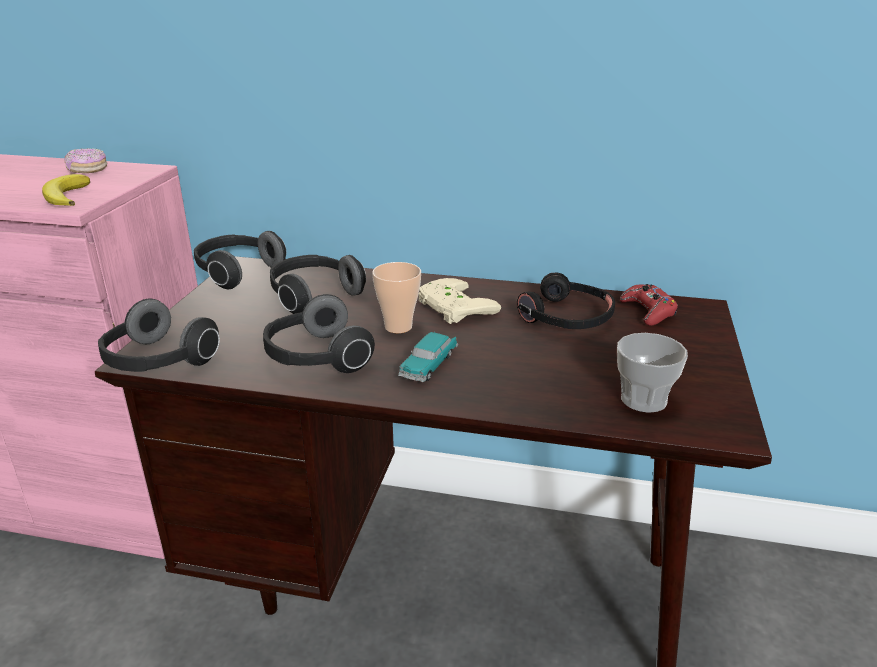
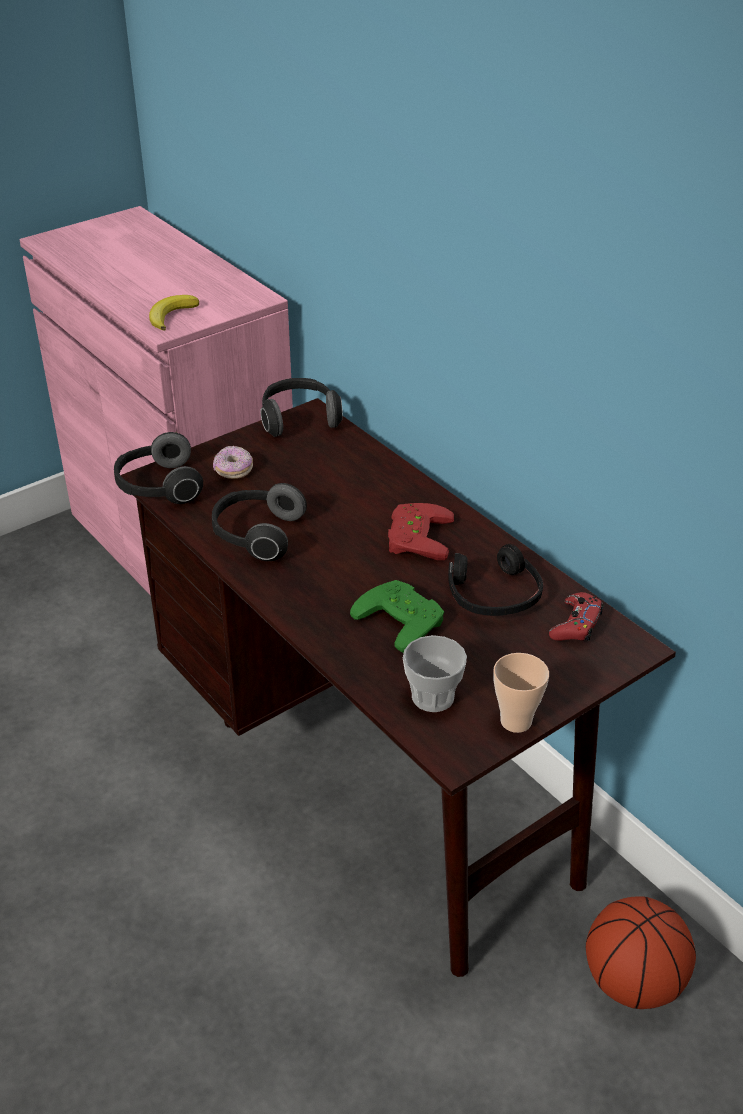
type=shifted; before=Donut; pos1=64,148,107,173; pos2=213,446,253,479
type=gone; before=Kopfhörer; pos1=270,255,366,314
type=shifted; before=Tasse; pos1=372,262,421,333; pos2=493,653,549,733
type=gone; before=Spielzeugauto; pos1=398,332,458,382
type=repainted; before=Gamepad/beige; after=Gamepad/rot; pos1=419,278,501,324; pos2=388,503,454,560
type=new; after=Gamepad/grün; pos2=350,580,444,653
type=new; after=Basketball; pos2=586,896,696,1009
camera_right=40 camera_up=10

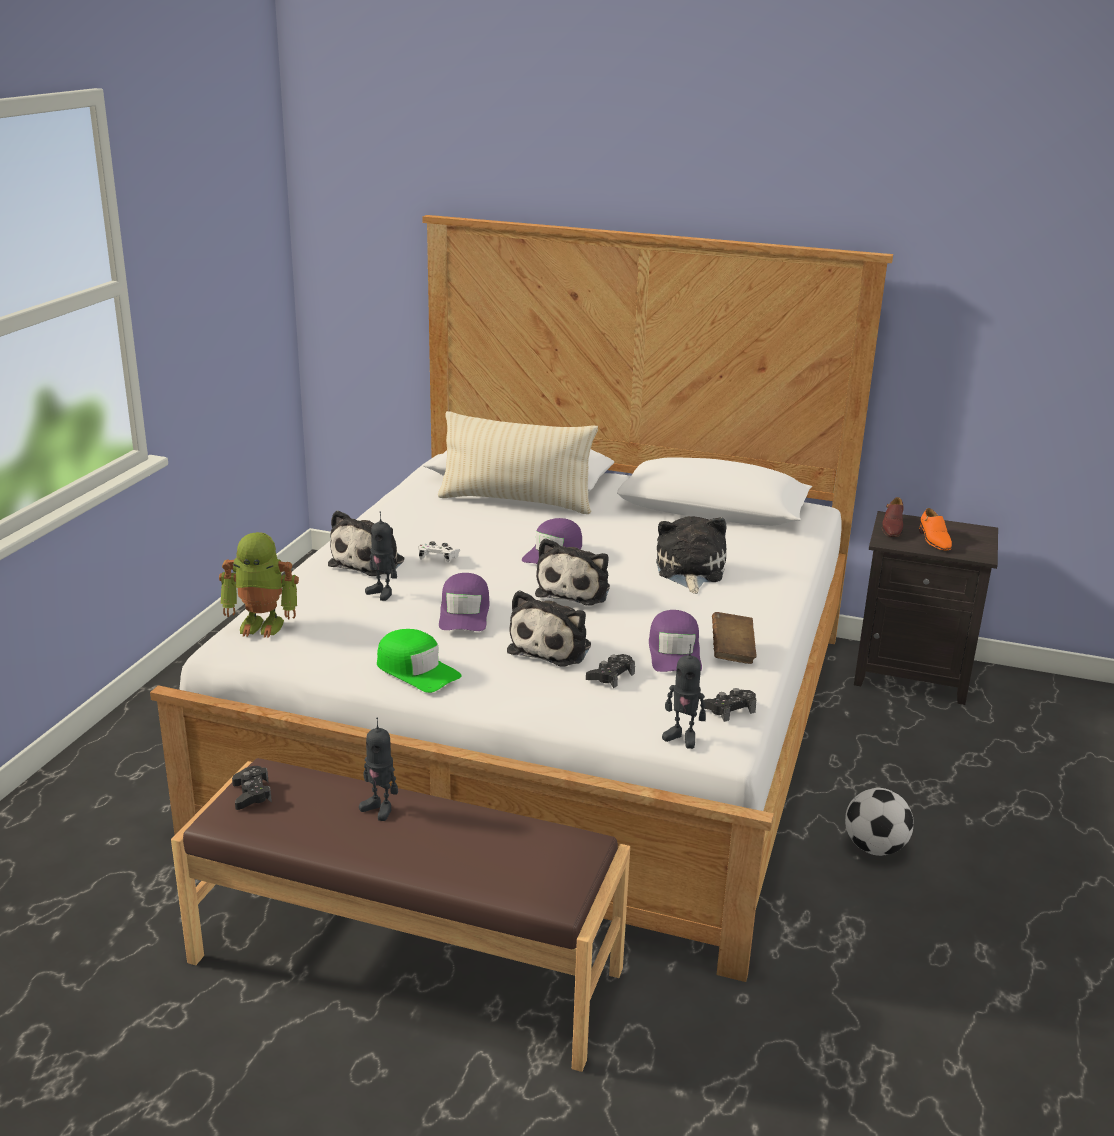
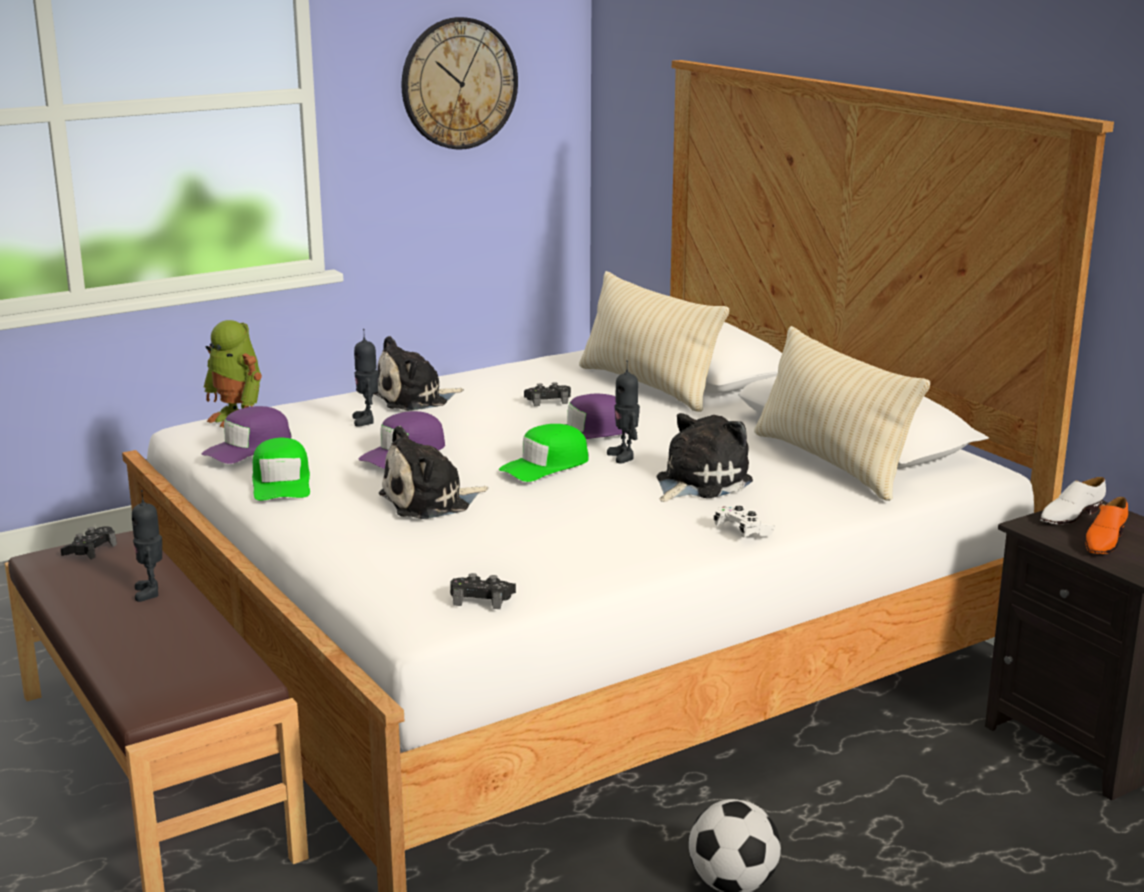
type=shifted; before=Gamepad/weiß; pos1=418,541,460,563; pos2=714,506,775,538
type=swapped; before=Plüschtier; after=Kappe/grün; pos1=535,538,610,605; pos2=499,424,589,482
type=shifted; before=Gamepad/schwarz; pos1=586,654,635,688; pos2=524,382,571,406
type=shifted; before=Kappe/lila; pos1=649,610,702,672; pos2=202,406,291,464
type=shifted; before=Spielzeugroboter; pos1=662,644,706,749; pos2=607,360,640,464
type=gone; before=Buch/braun; pos1=712,612,757,664
type=repainted; before=Schuh/braun; after=Schuh/weiß; pos1=882,497,903,537; pos2=1040,477,1106,524
type=new; after=Wanduhr; pos2=401,17,518,150
type=new; after=Kissen/beige; pos2=754,326,930,501
camera_right=40 camera_up=-5

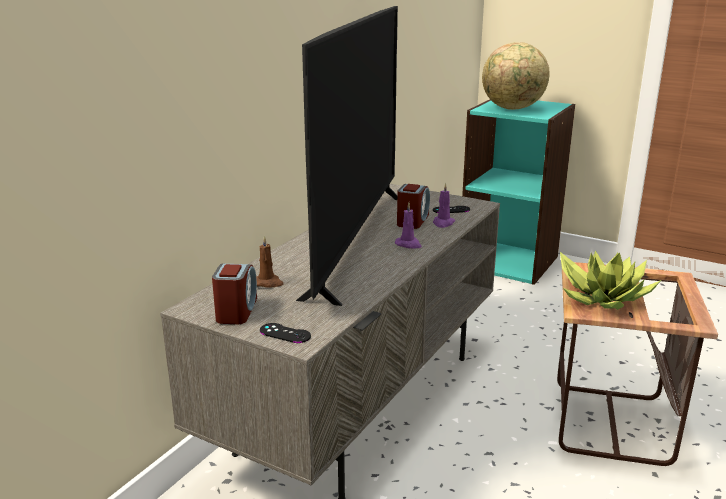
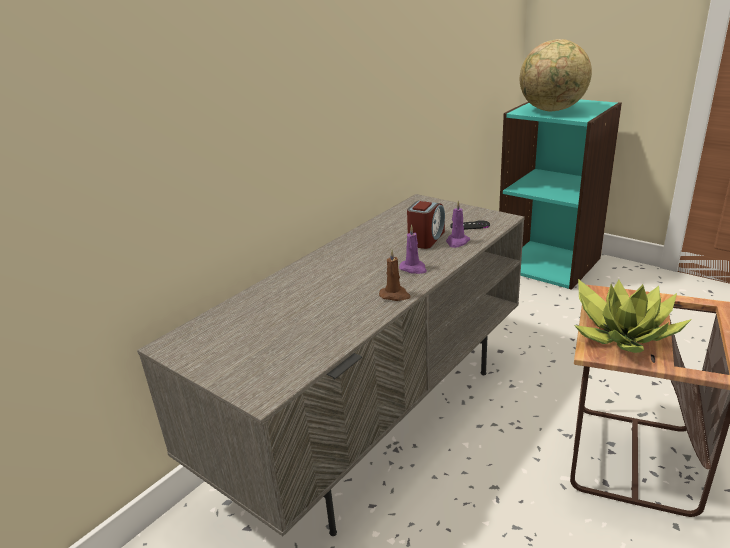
type=gone; before=Wecker; pos1=212,264,257,324
type=shifted; before=Kerze/braun; pos1=256,235,284,288; pos2=379,250,411,301
type=gone; before=Gamepad/schwarz; pos1=260,323,311,343
type=gone; before=Fernseher; pos1=296,6,398,306
camera_right=10 camera_up=5

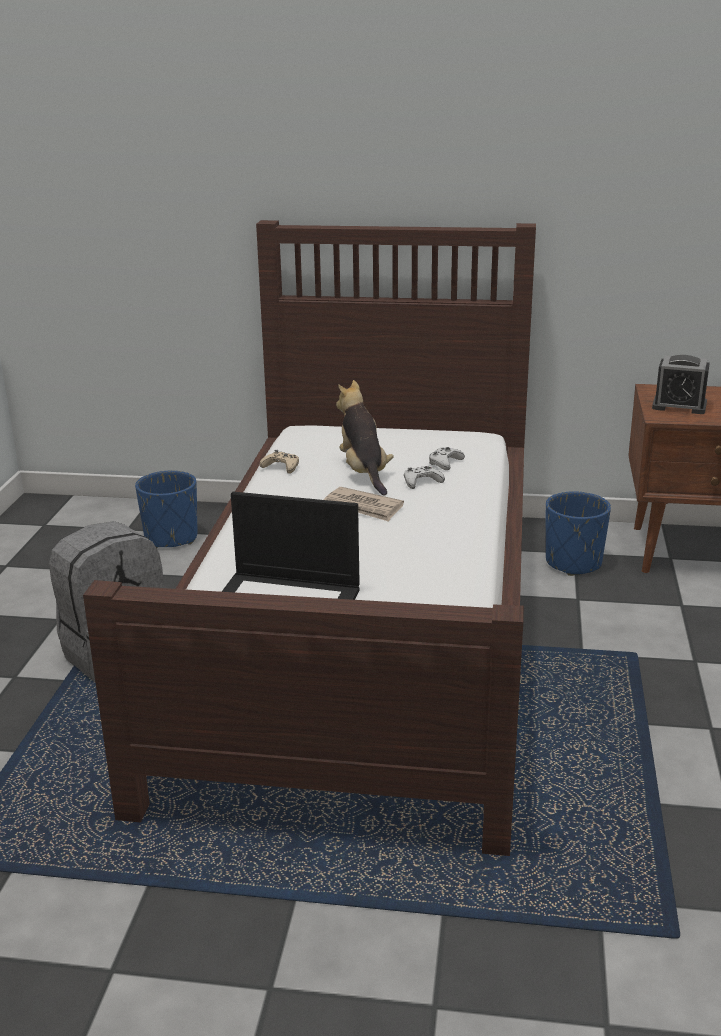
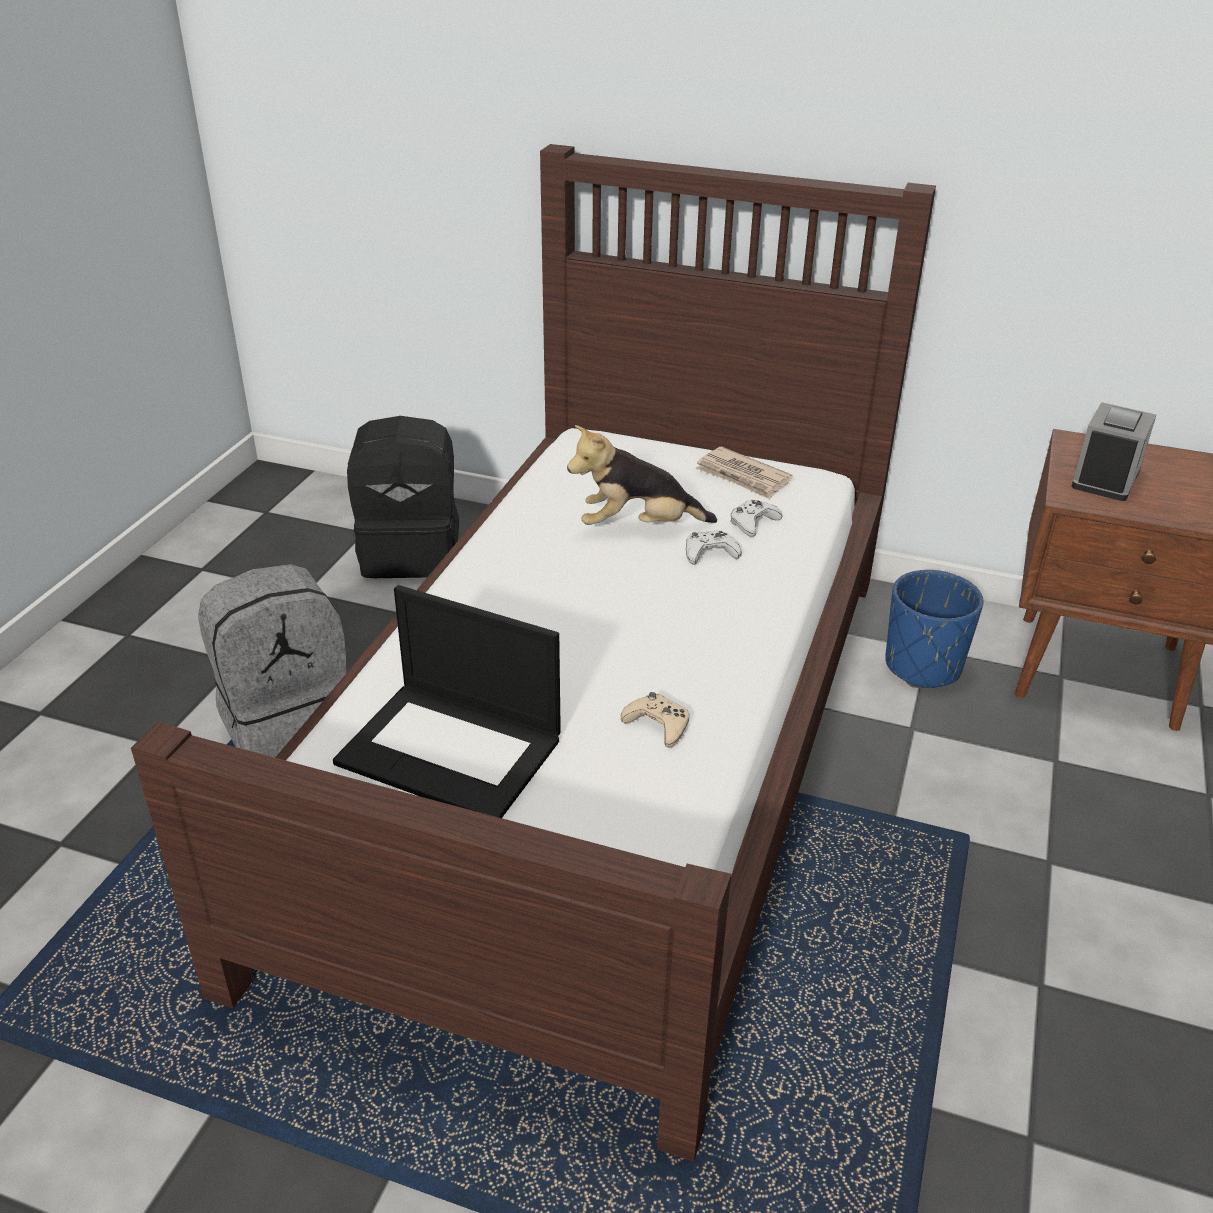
type=swapped; before=Pflanzkübel/blau; after=Rucksack/schwarz; pos1=135,471,198,548; pos2=347,416,459,578
type=shifted; before=Gamepad/beige; pos1=260,450,299,474; pos2=621,692,689,748
type=shifted; before=Zeitung; pos1=324,487,404,522; pos2=695,447,792,500
type=rotated; before=Plüschtier; pos1=336,380,394,496; pos2=567,425,717,525; turn=-90
type=rotated; before=Wecker; pos1=652,355,710,414; pos2=1072,402,1156,501; turn=-90
camera_right=10 camera_up=10

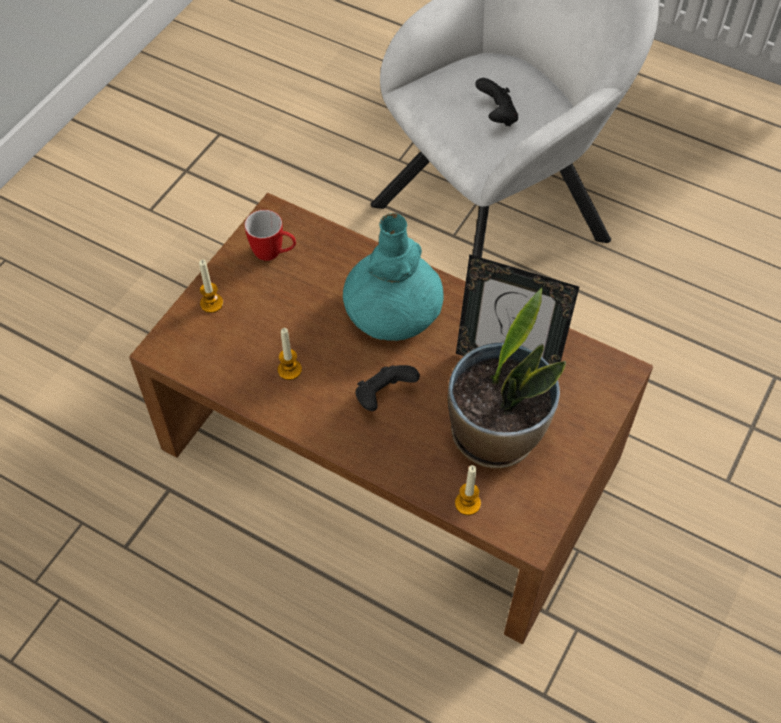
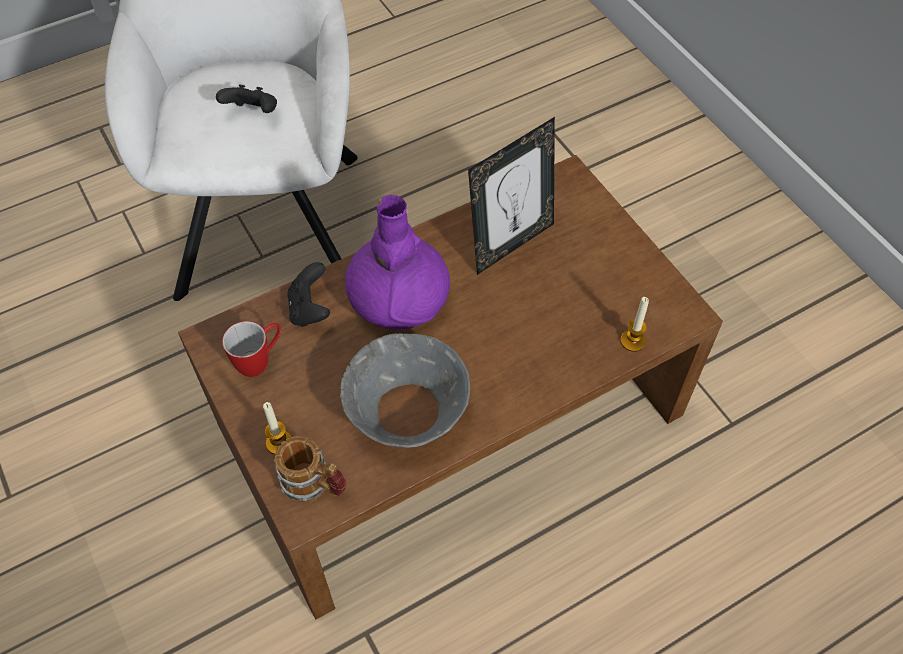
type=swapped; before=Kerze; after=Schüssel/grau; pos1=278,328,302,380; pos2=340,333,470,448
type=repainted; before=Vase/türkis; after=Vase/lila; pos1=343,213,444,341; pos2=345,195,450,330
type=shifted; before=Gamepad/schwarz; pos1=355,365,420,411; pos2=288,262,330,327
type=gone; before=Topfpflanze; pos1=448,288,566,469
type=new; after=Henkelbecher; pos2=274,436,347,503
camera_right=-60 camera_up=0

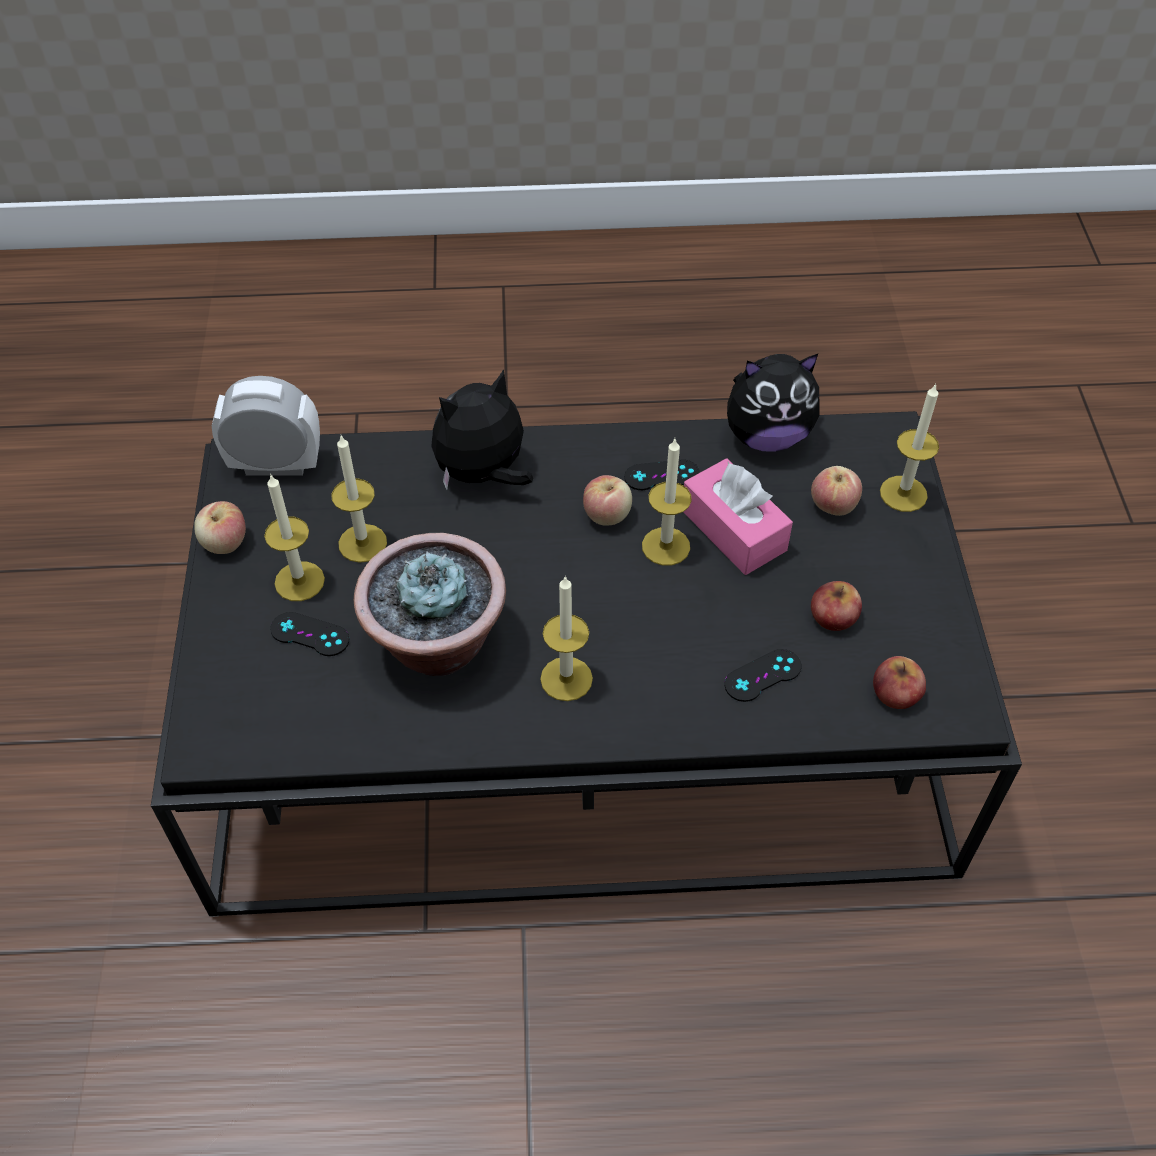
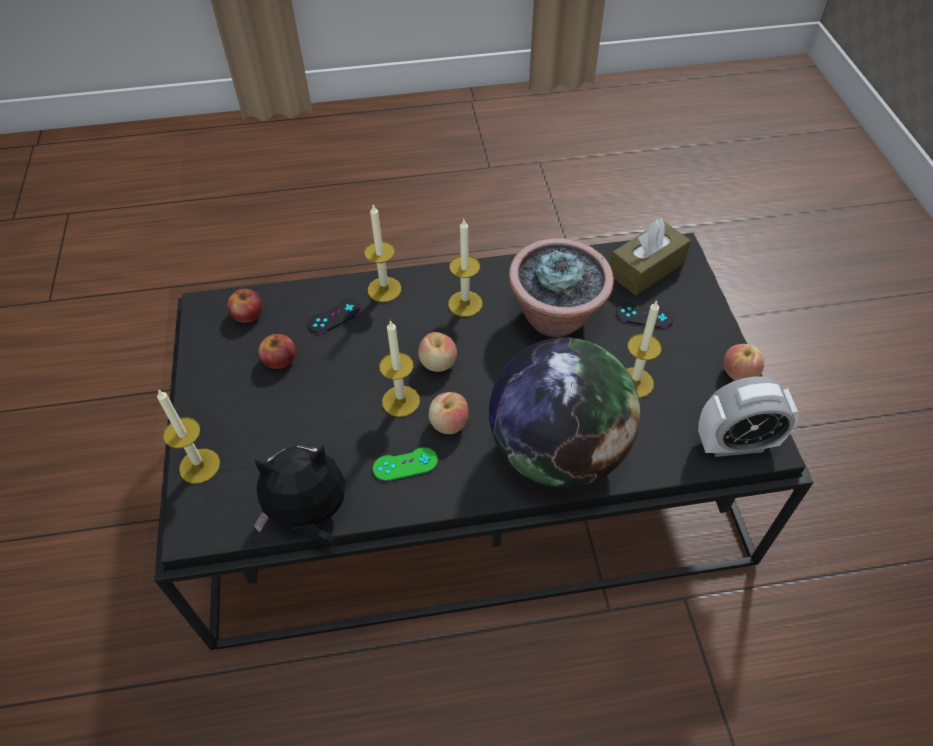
type=shifted; before=Kerze; pos1=264,474,325,601; pos2=364,205,401,302
type=swapped; before=Plüschtier; after=Globus; pos1=431,369,533,490; pos2=489,337,640,488
type=repainted; before=Gamepad/schwarz; after=Gamepad/grün; pos1=624,460,700,490; pos2=373,448,438,481
type=gone; before=Taschentuchbox/rosa; pos1=684,458,793,575
type=shifted; before=Apfel; pos1=811,466,862,516; pos2=418,332,457,372
type=new; after=Taschentuchbox/braun; pos2=610,219,691,295
camera_right=175 camera_up=0

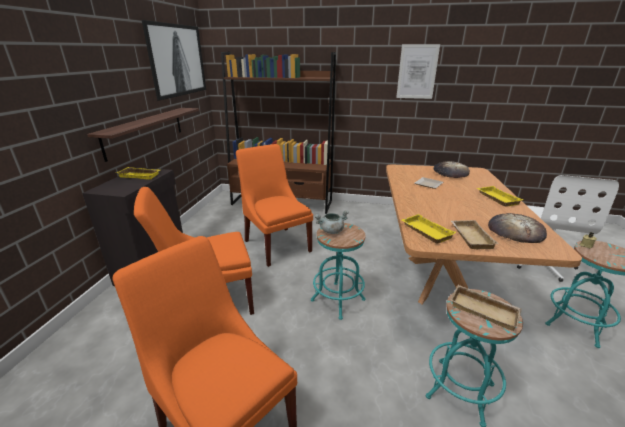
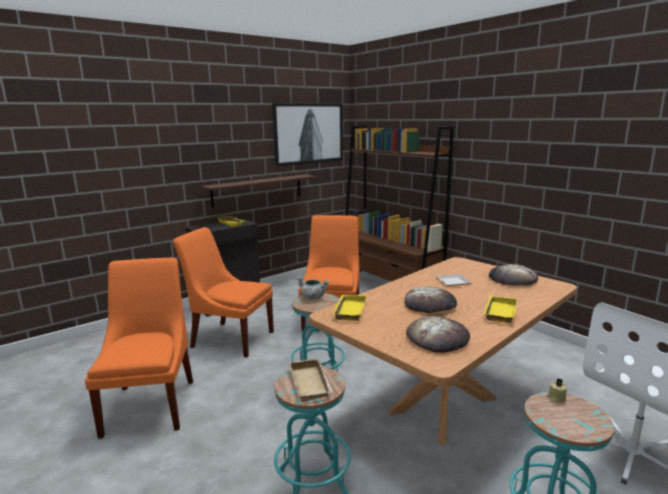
type=gone; before=Bild; pos1=396,44,440,99
type=gone; before=Tablett/beige; pos1=451,220,499,249
type=new; after=Brot; pos2=404,286,457,313
camera_right=40 camera_up=-10

